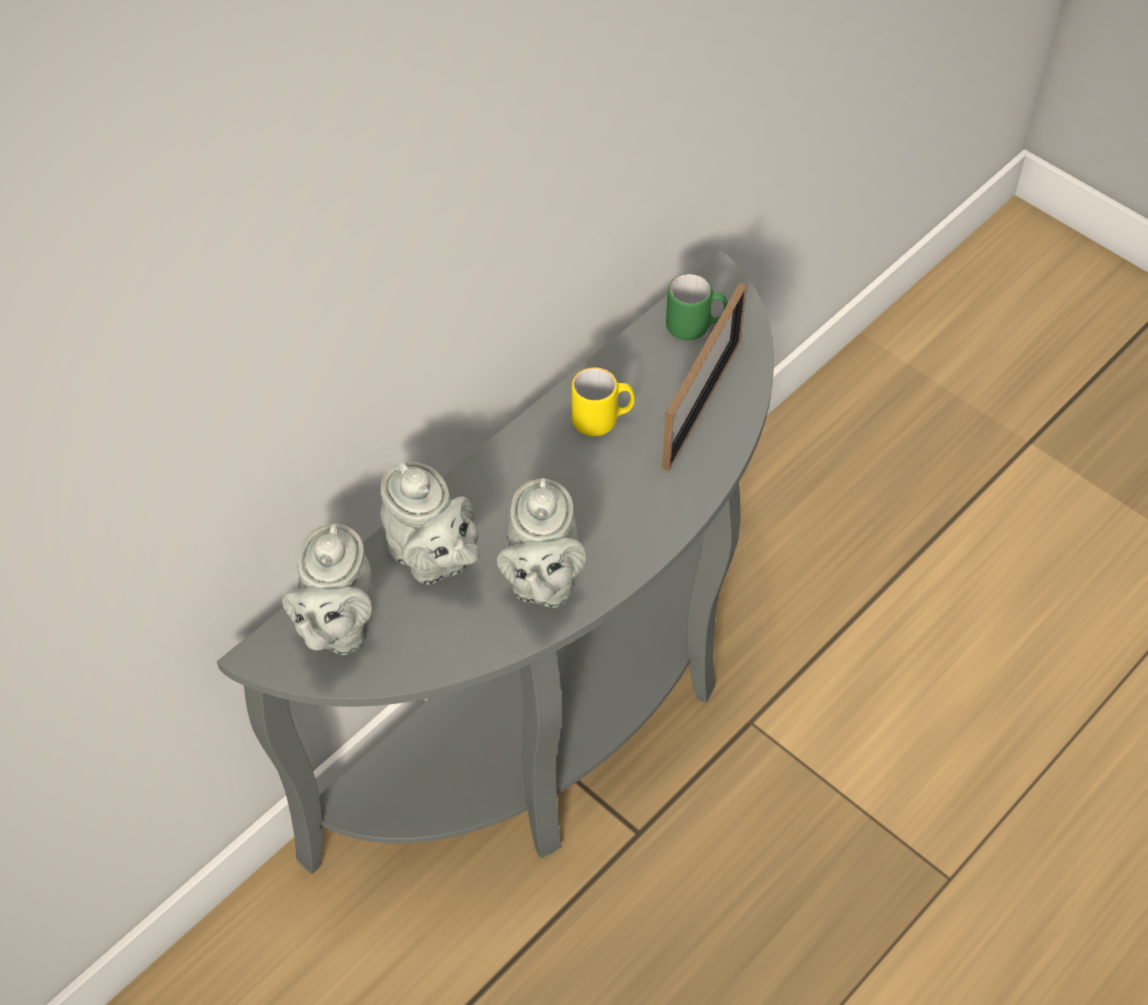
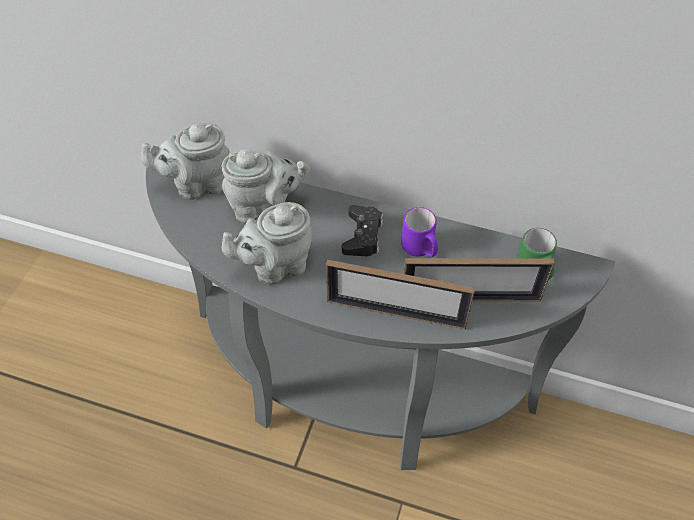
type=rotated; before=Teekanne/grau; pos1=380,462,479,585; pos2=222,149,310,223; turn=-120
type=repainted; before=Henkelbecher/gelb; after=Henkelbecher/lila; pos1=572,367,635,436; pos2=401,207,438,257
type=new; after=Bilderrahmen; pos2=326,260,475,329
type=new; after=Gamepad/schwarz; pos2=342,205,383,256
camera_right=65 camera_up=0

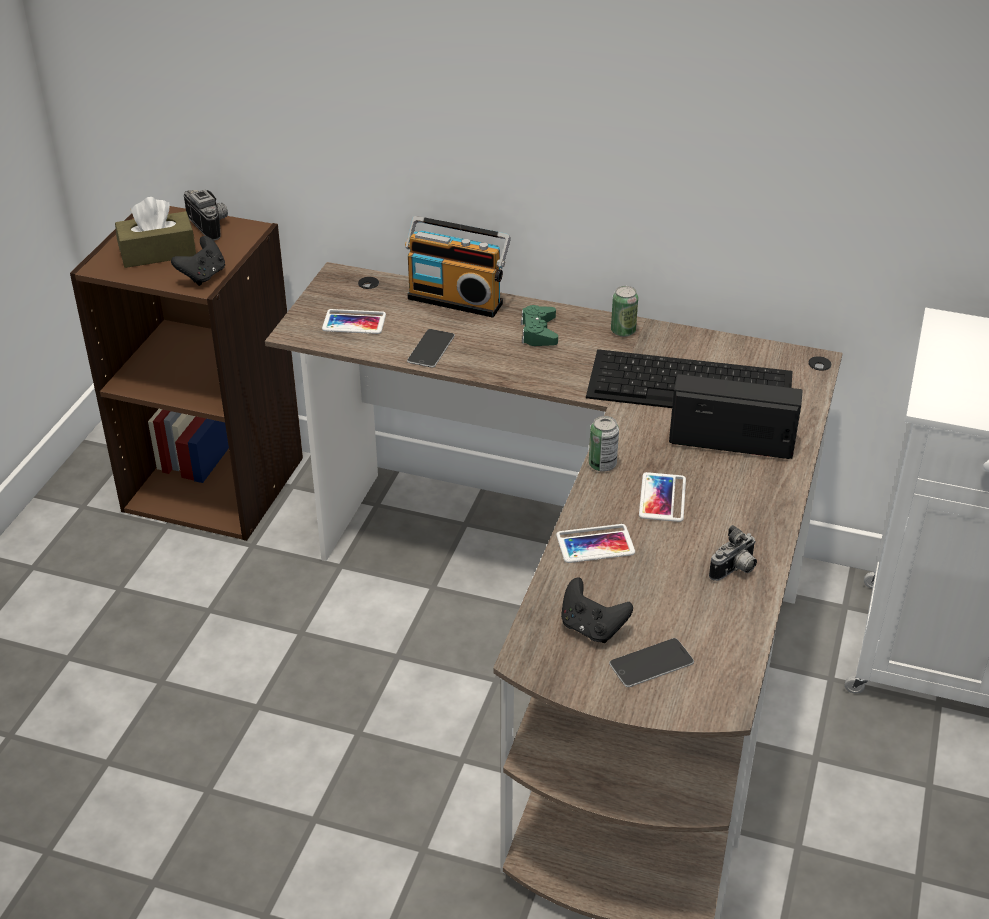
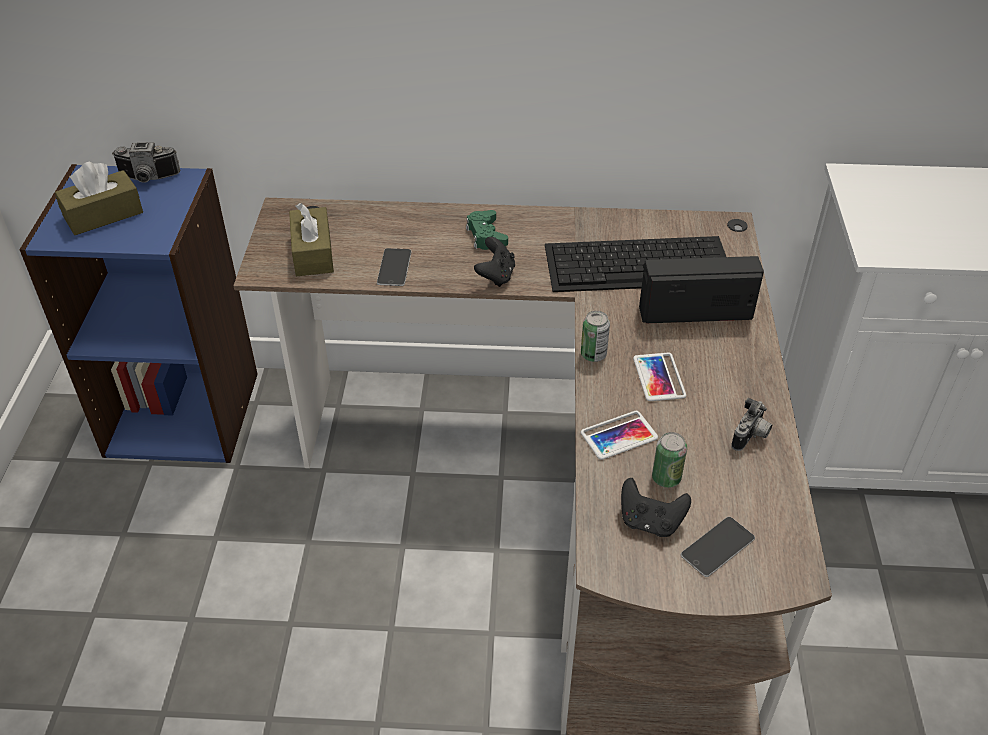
type=repainted; before=Bücherregal/braun; after=Bücherregal/blau; pos1=70,206,303,541; pos2=19,164,258,463
type=shifted; before=Gamepad/schwarz; pos1=171,236,225,286; pos2=474,237,515,287
type=rotated; before=Kamera; pos1=184,189,228,241; pos2=112,142,180,183; turn=135
type=swapped; before=Handy; after=Taschentuchbox/braun; pos1=322,309,386,334; pos2=289,203,334,276
type=gone; before=Radio; pos1=405,216,511,318
type=shifted; before=Dose; pos1=611,286,638,337; pos2=652,432,687,488
camera_right=-15 camera_up=5

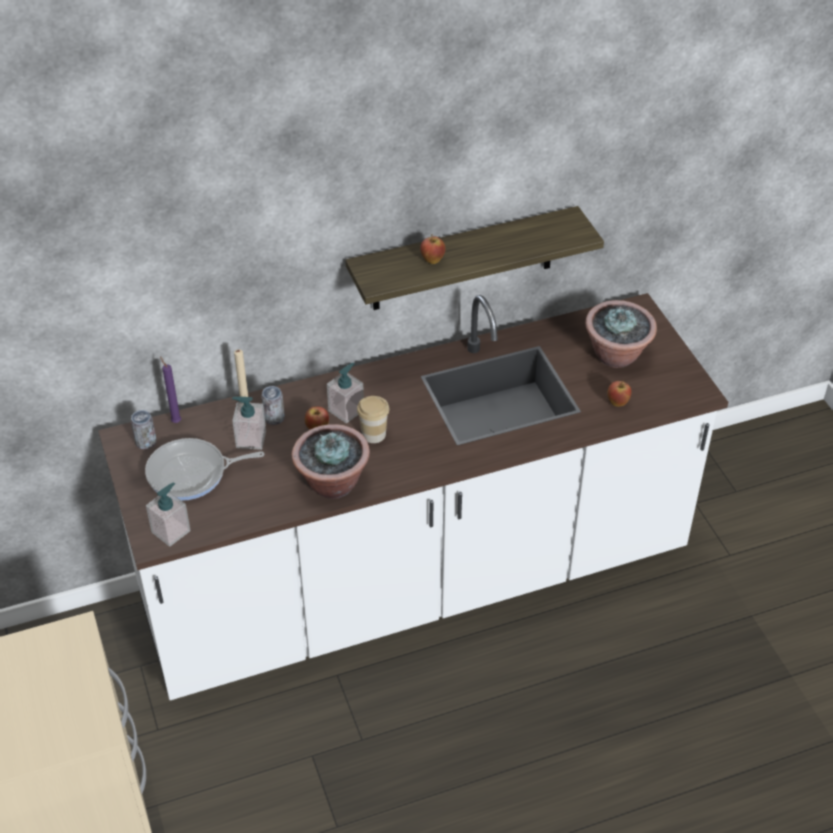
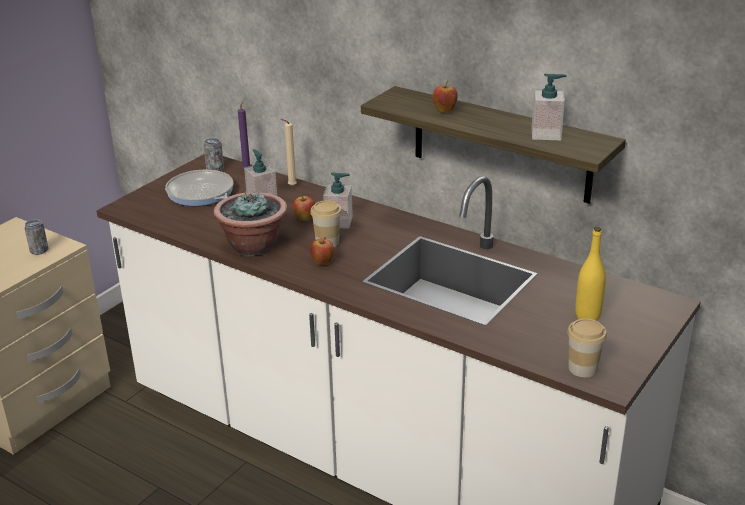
type=shifted; before=Seifenspender; pos1=146,482,191,547; pos2=532,74,567,140
type=shifted; before=Dose; pos1=261,386,285,425; pos2=25,219,48,255
type=swapped; before=Topfpflanze; after=Flasche/gelb; pos1=585,300,657,368; pos2=575,227,606,321
type=shifted; before=Apfel; pos1=607,380,632,407; pos2=310,237,334,265
type=new; after=Tasse; pos2=567,318,607,377
camera_right=55 camera_up=-15

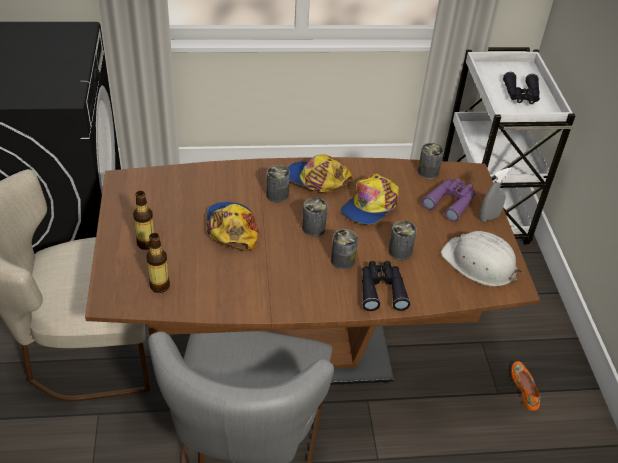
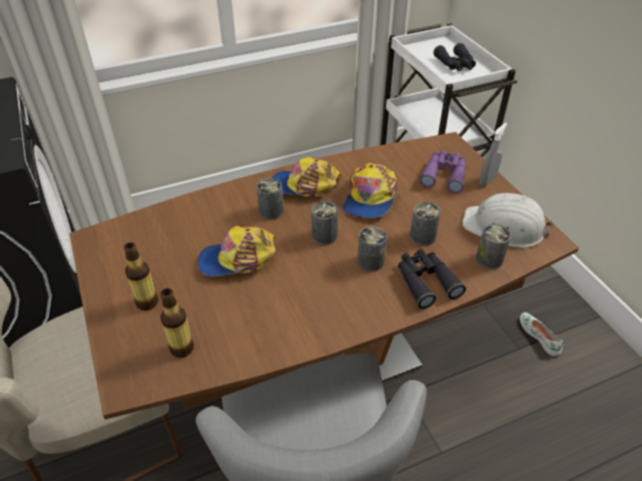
type=rotated; before=Kappe; pos1=206,202,259,251; pos2=198,226,276,276; turn=-75
type=shifted; before=Dose; pos1=418,143,444,179; pos2=476,224,511,269
type=repainted; before=Schuh/orange; after=Schuh/weiß; pos1=511,361,540,411; pos2=520,312,563,356
camera_right=-15 camera_up=0

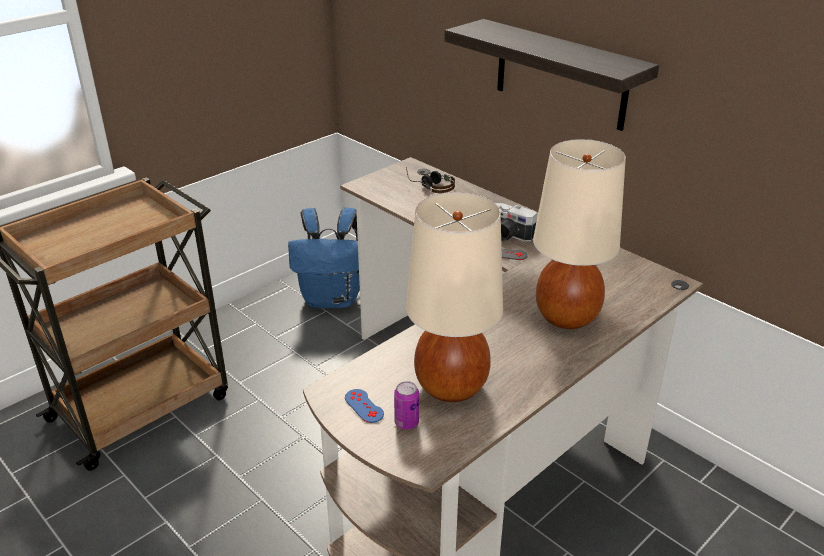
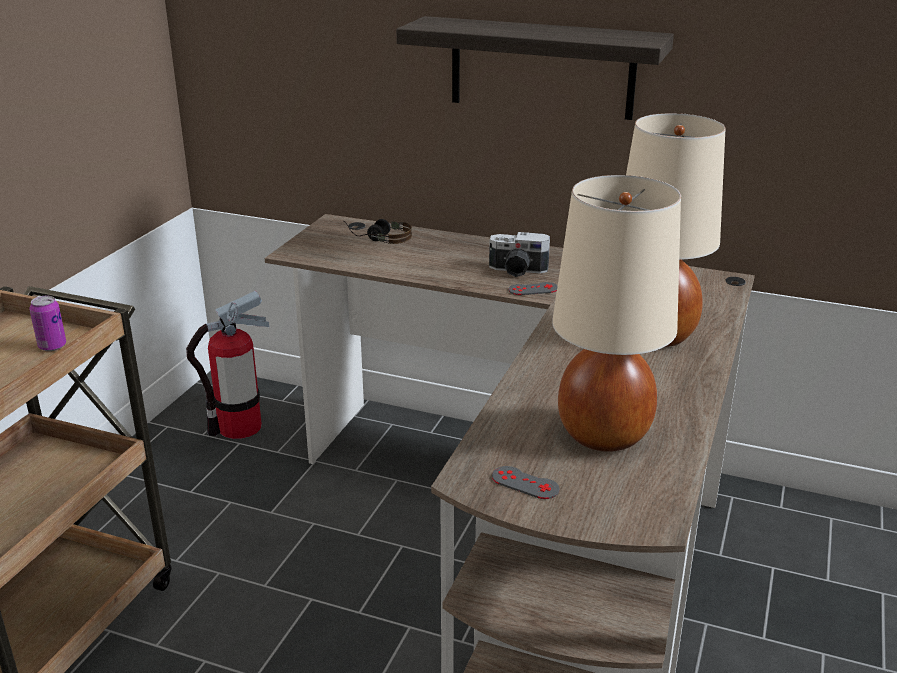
type=swapped; before=Rucksack/blau; after=Feuerlöscher; pos1=288,208,360,309; pos2=186,291,269,439
type=repainted; before=Gamepad/blau; after=Gamepad/grau; pos1=345,389,384,423; pos2=492,466,560,499
type=shifted; before=Dose; pos1=394,381,419,430; pos2=29,296,66,351
camera_right=-25 camera_up=-5

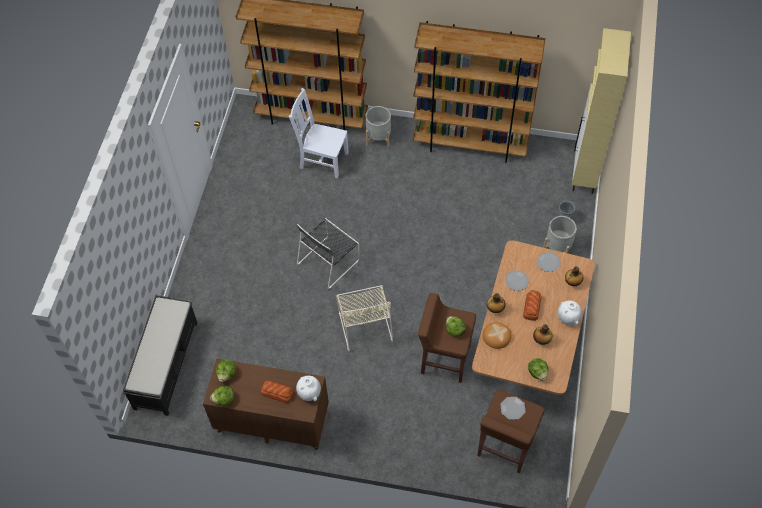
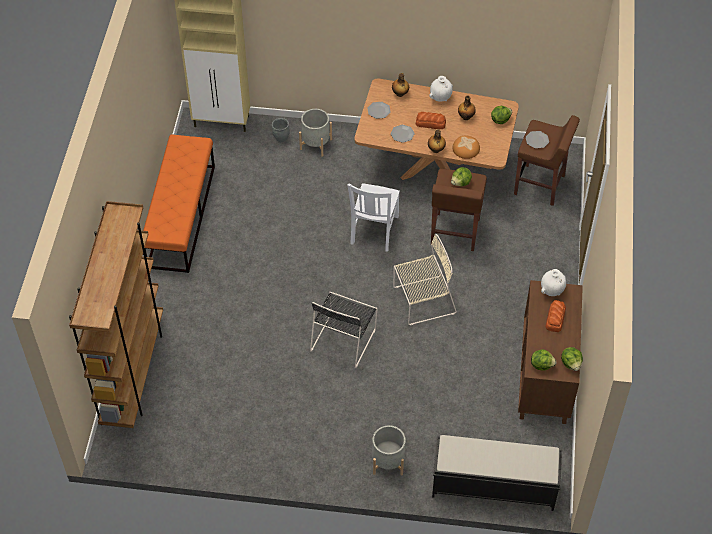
type=shifted; before=Stuhl/weiß; pos1=289,88,349,179; pos2=347,183,400,251
type=rotated; before=Stuhl/schwarz; pos1=297,218,359,289; pos2=310,292,377,368; turn=75
type=shifted; before=Pflanzkübel/grau; pos1=366,106,391,147; pos2=372,425,406,475
type=swapped; before=Bücherregal/braun; after=Bank/orange; pos1=413,21,546,163; pos2=143,135,215,273
camera_right=-95 camera_up=-5

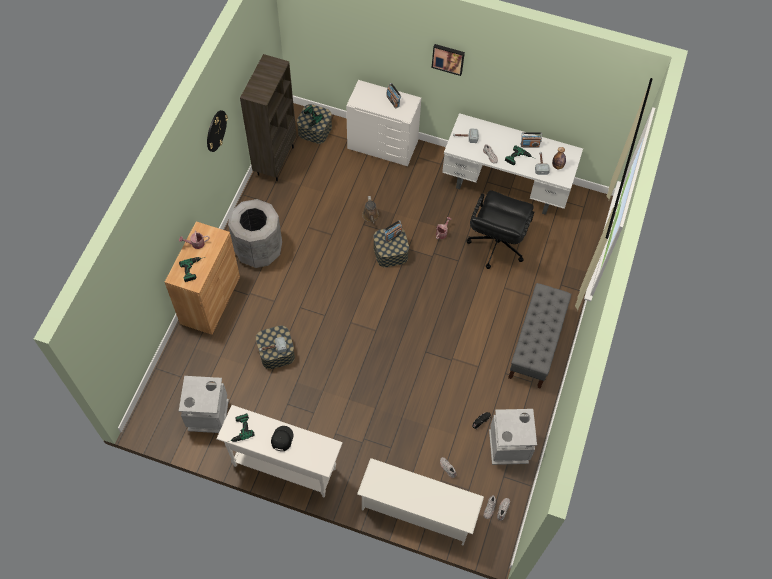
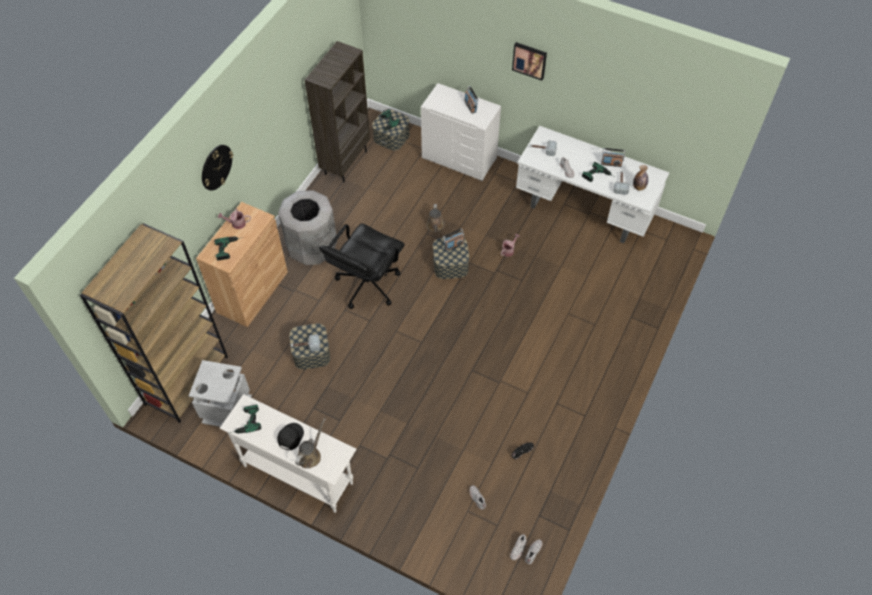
type=shifted; before=Wanduhr; pos1=207,110,228,152; pos2=202,145,233,191
type=gone; before=Schuhregal/weiß; pos1=357,458,484,545
type=shifted; before=Bürostuhl/schwarz; pos1=466,190,534,269; pos2=319,223,404,309
type=gone; before=Mülleimer/grau; pos1=489,409,537,465
type=gone; before=Bank/grau; pos1=508,283,571,389
type=new; after=Bücherregal/braun; pos2=80,223,228,423
type=new; after=Gießkanne/braun; pos2=295,418,325,469
camera_right=10 camera_up=-5

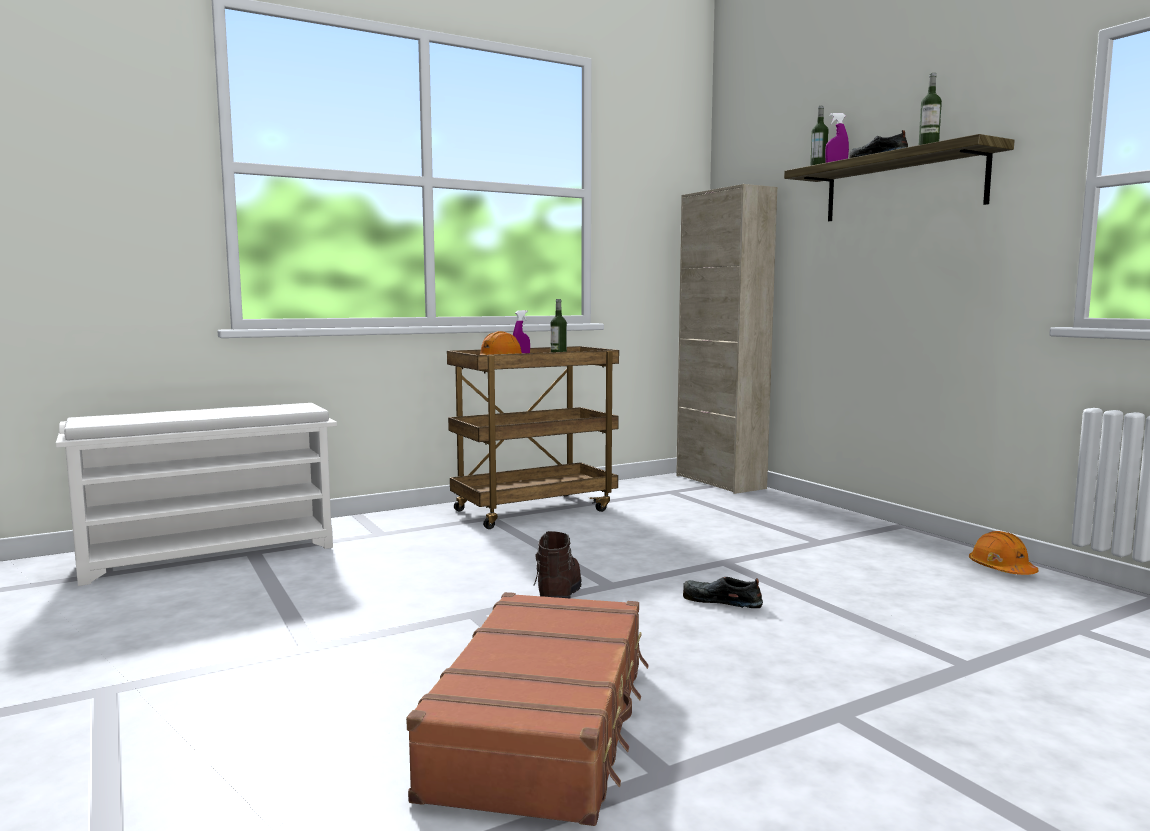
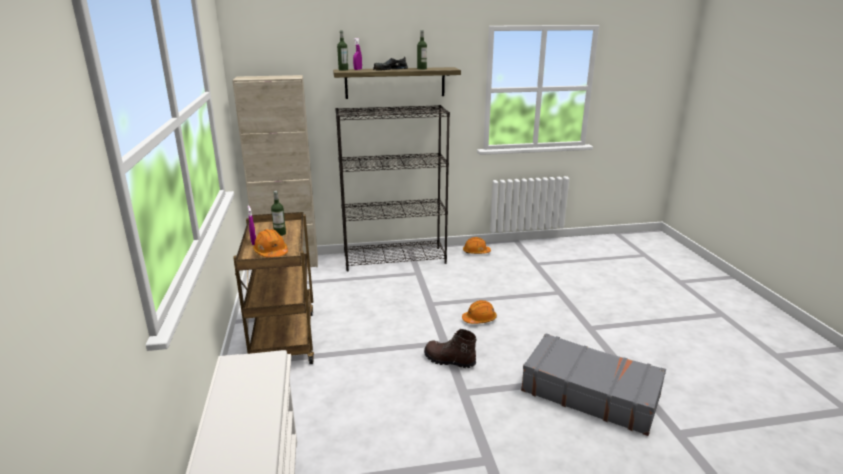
type=repainted; before=Koffer/braun; after=Koffer/grau; pos1=406,592,648,826; pos2=521,334,666,436
type=swapped; before=Schuh/schwarz; after=Schutzhelm/orange; pos1=683,577,763,608; pos2=462,300,497,324
type=new; after=Bücherregal/schwarz; pos2=335,105,450,271
camera_right=-70 camera_up=15

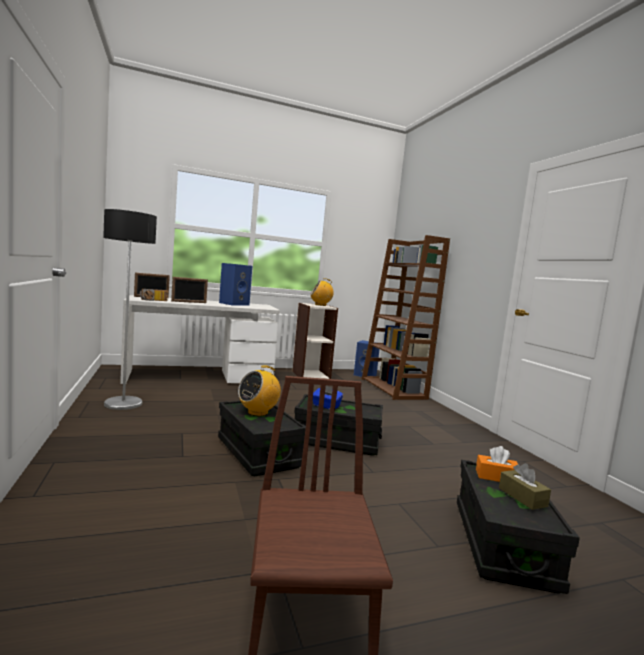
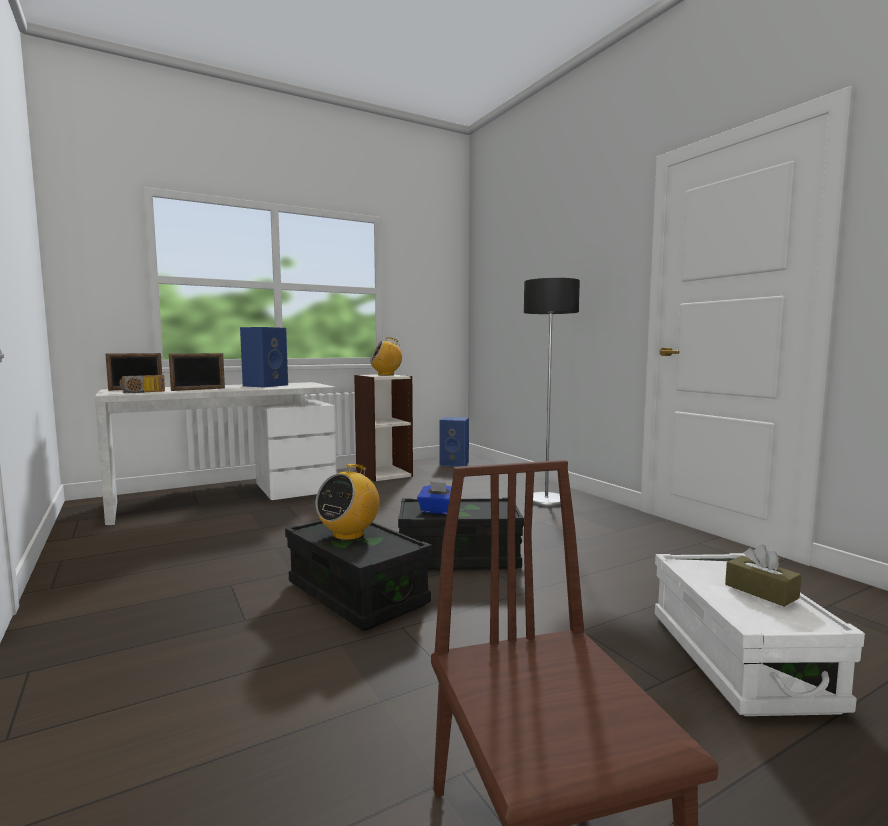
type=shifted; before=Stehlampe; pos1=103,209,157,410; pos2=524,278,580,507
type=gone; before=Bücherregal/braun; pos1=362,235,450,400
type=repainted; before=Aufbewahrungsbox/schwarz; after=Aufbewahrungsbox/weiß; pos1=457,460,580,594; pos2=655,553,865,716
type=gone; before=Taschentuchbox/orange; pos1=476,446,519,482
camera_right=-10 camera_up=0

